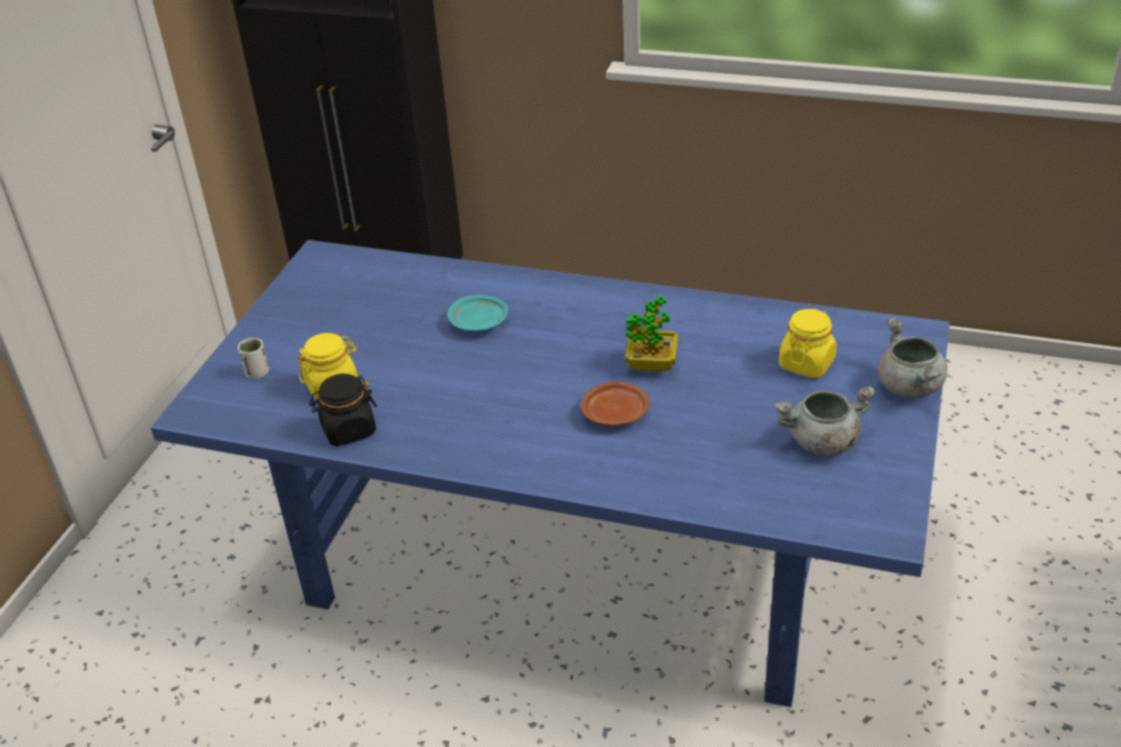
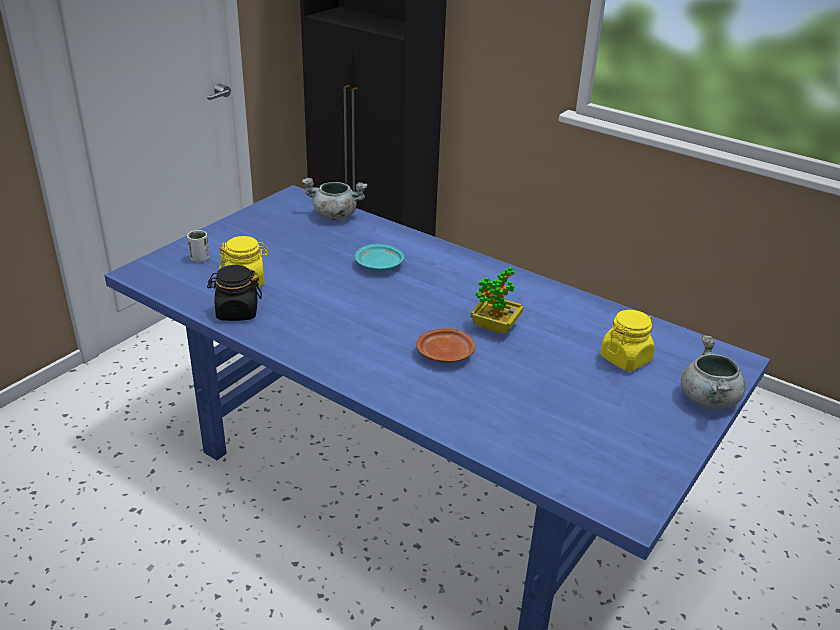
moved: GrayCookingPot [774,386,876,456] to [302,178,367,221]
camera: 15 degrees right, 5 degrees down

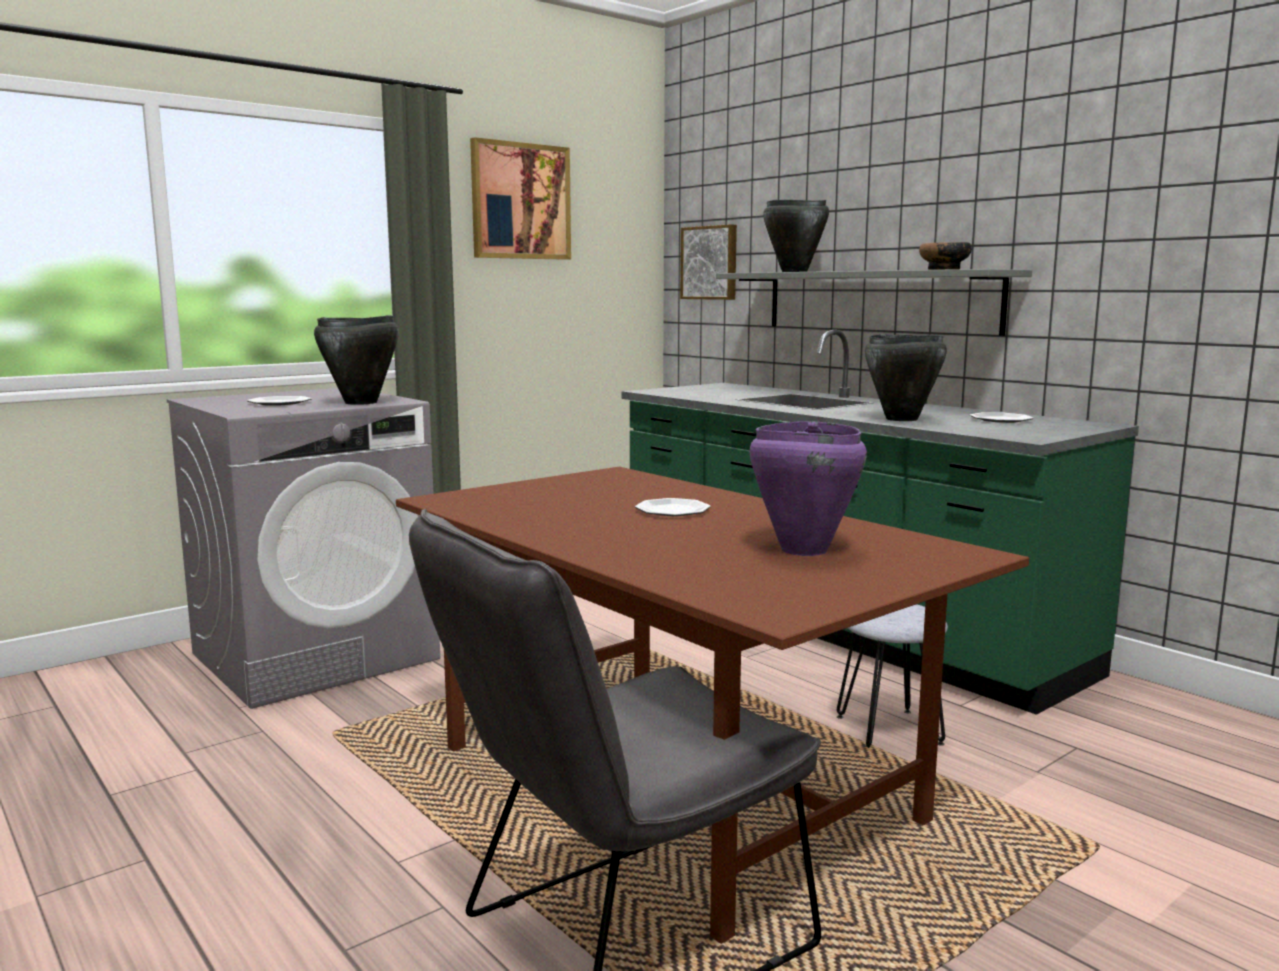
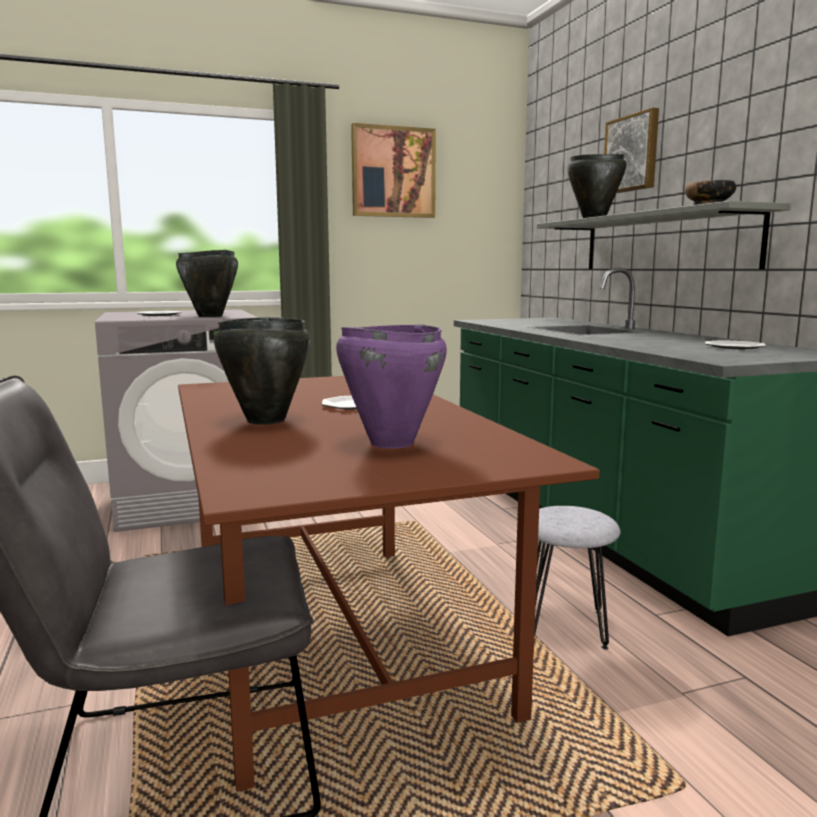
moved: Picture [680,224,737,300] to [604,108,659,193]; BlackCookingPot [865,334,947,421] to [214,317,310,425]
camera: 20 degrees right, 0 degrees up

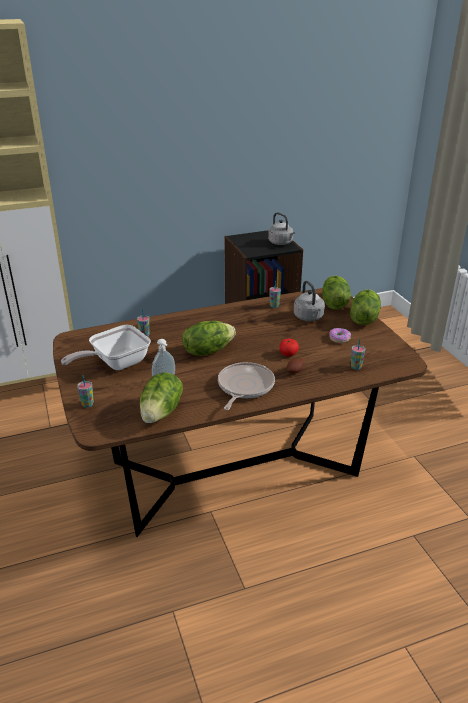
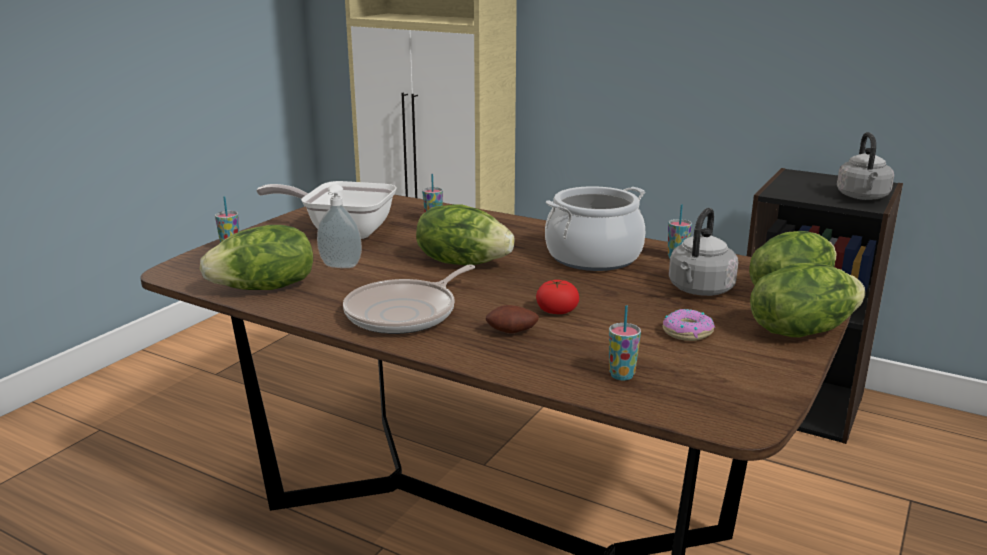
added: CookingPot [545,186,645,271]
turned: Pan [218,362,275,410] = [343,264,475,334] 150 degrees clockwise
camera: 50 degrees right, 10 degrees down

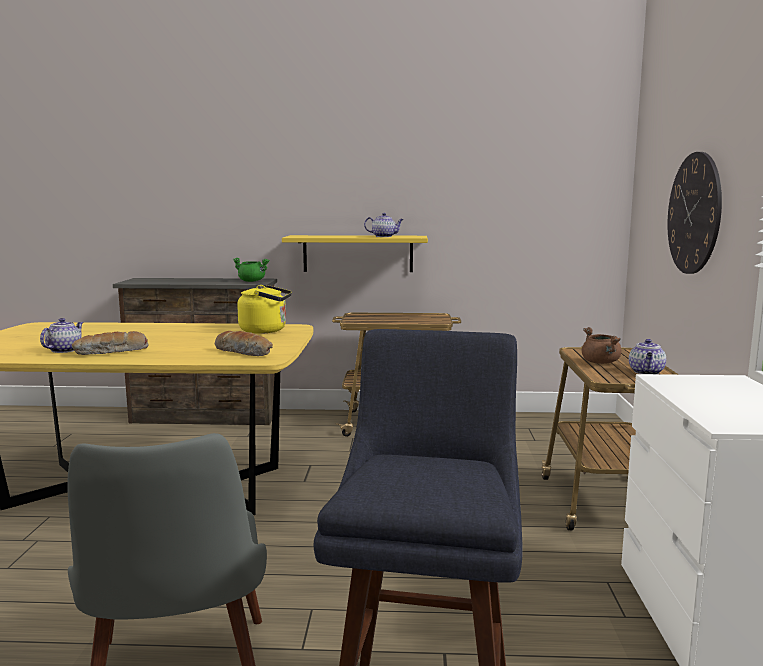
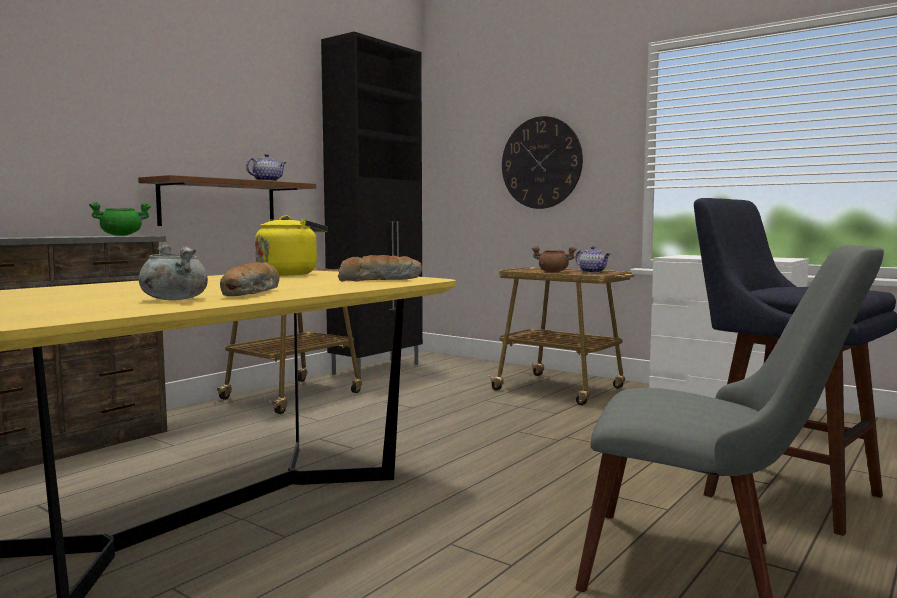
added: BlackCabinet [321,32,423,379]
replaced: Teapot [40,318,83,353] to GrayCookingPot [139,245,208,300]
recoloured: YellowShelf [282,235,428,272] to BrownColouredShelf [138,175,316,226]
camera: 55 degrees left, 5 degrees down

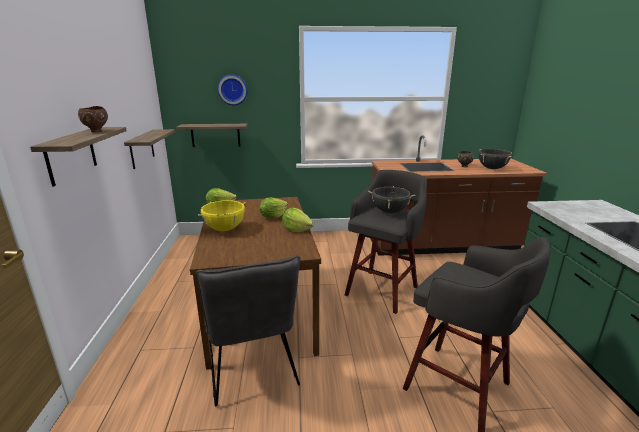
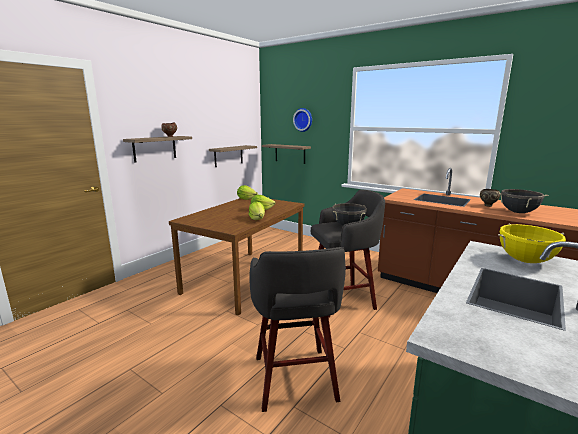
removed: GrayChair [196,255,300,407]
moved: YellowCookingPot [198,200,246,231] to [498,223,566,263]
camera: 40 degrees right, 5 degrees down

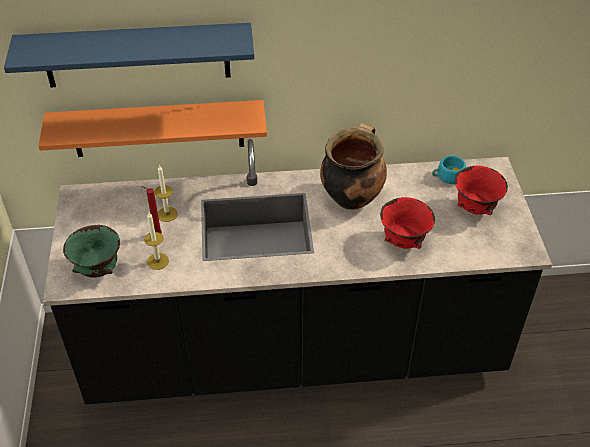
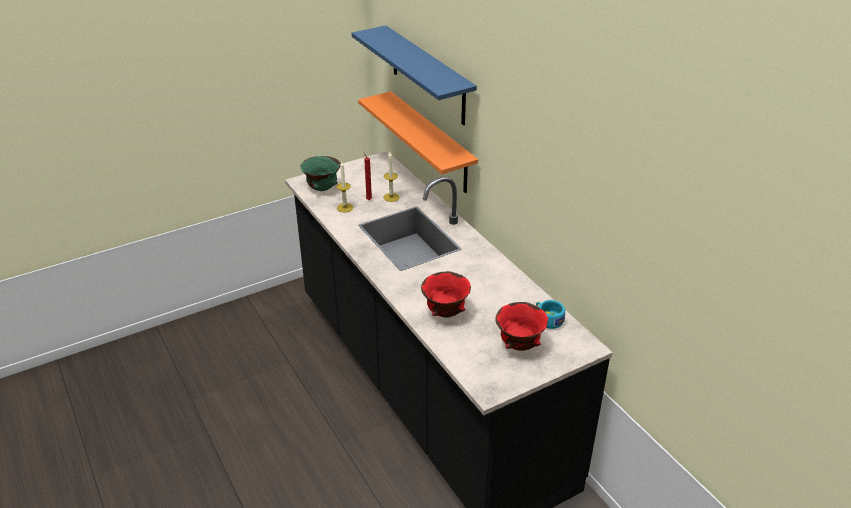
removed: CookingPot [320,123,387,210]
camera: 65 degrees right, 10 degrees down

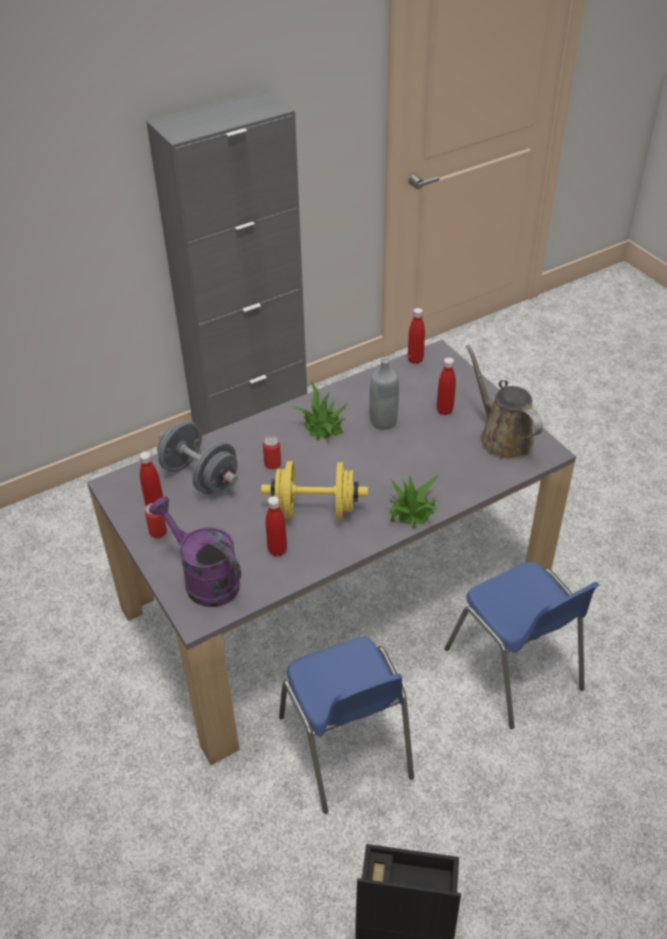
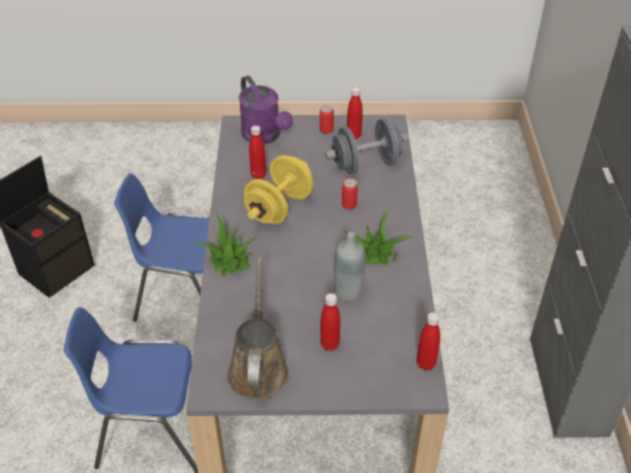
turned: PurpleColouredWateringCan [149,497,241,607] = [239,76,293,144] 75 degrees clockwise; BrownColouredWateringCan [466,344,543,459] = [227,257,289,400] 90 degrees counterclockwise
camera: 120 degrees right, 0 degrees up

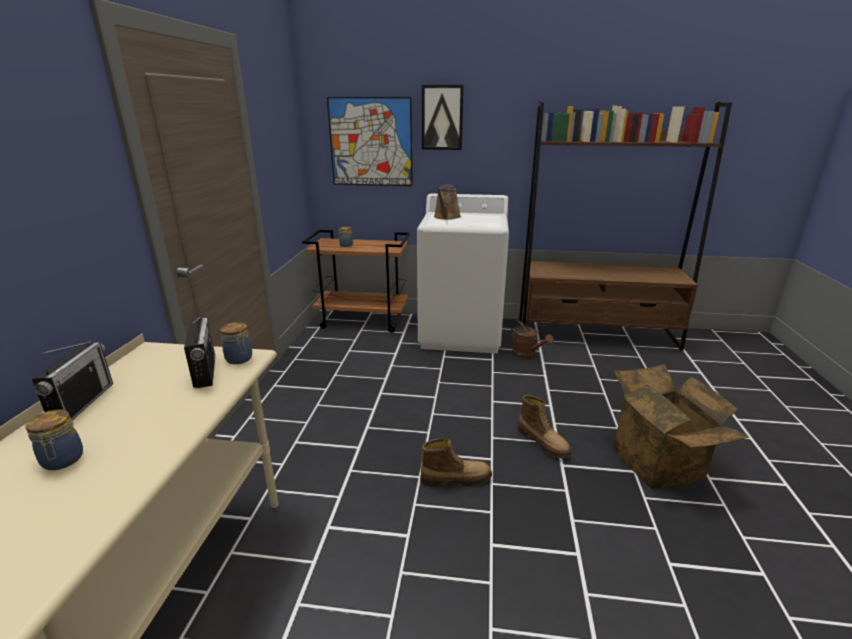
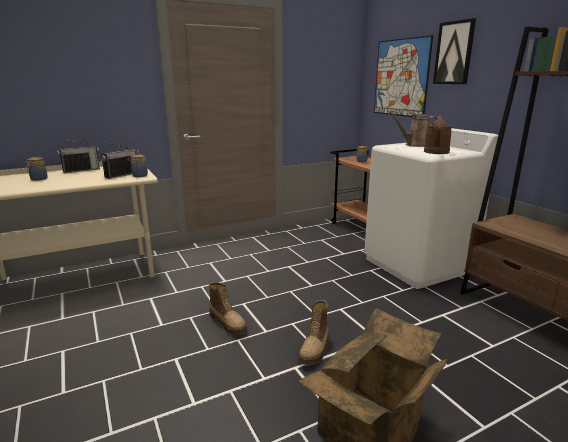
moved: BrownColouredWateringCan [511,320,554,359] to [424,116,452,154]
camera: 55 degrees right, 5 degrees down

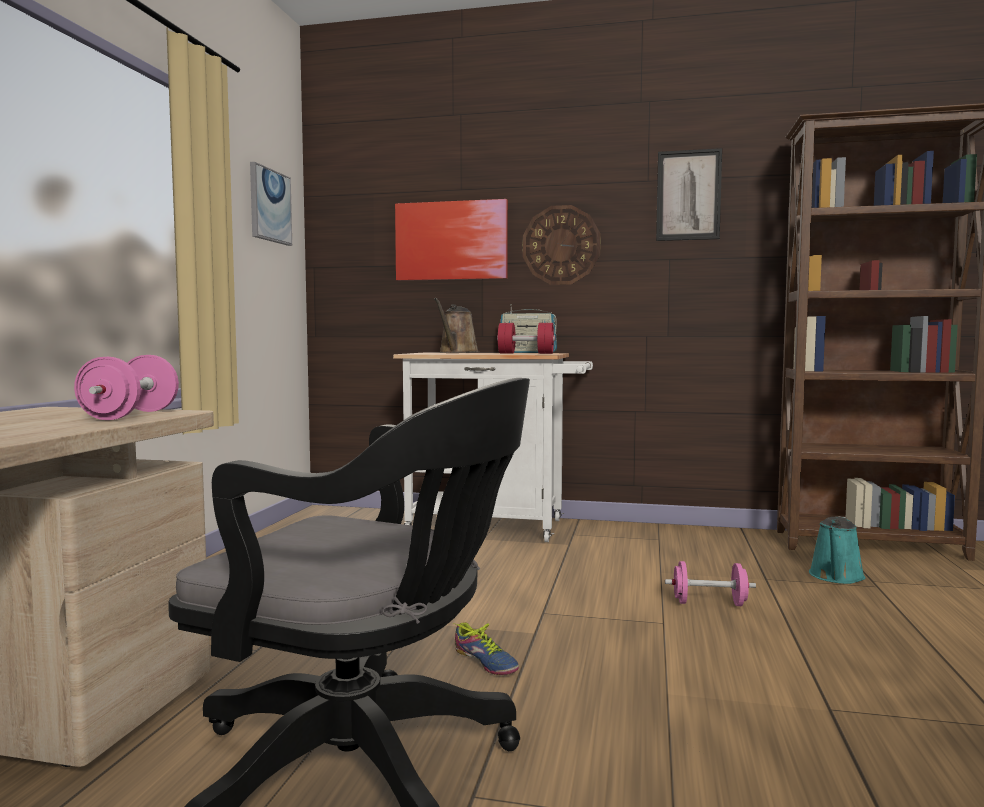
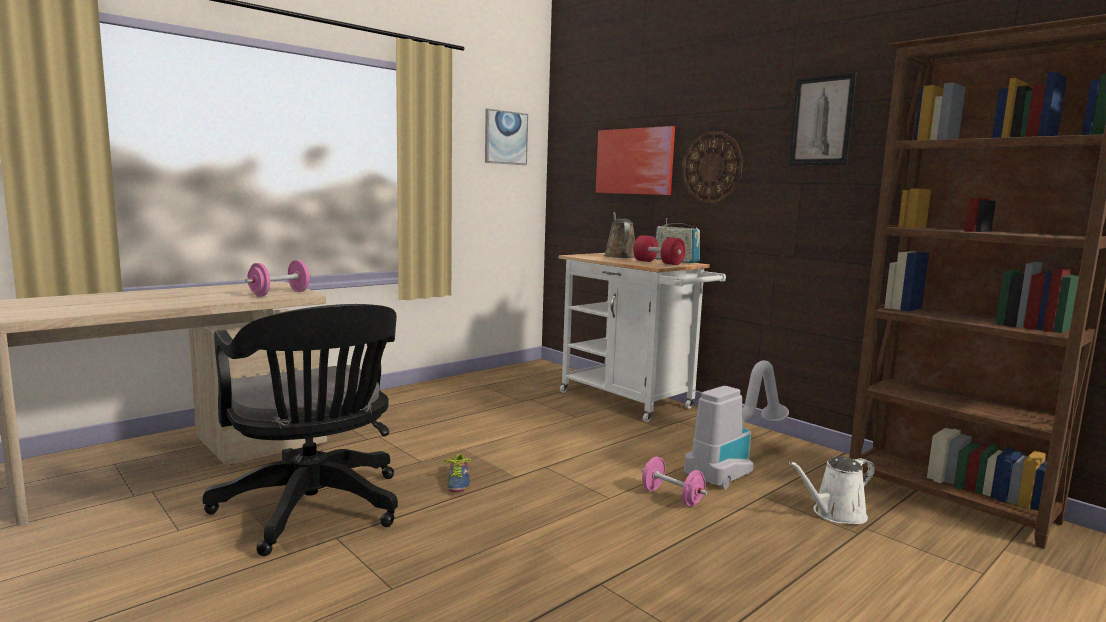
added: Vacuum [684,360,789,489]
recoloured: TurquoiseColouredWateringCan [809,516,865,584] to WhiteWateringCan [789,456,875,524]
turned: BrownColouredWateringCan [434,298,479,353] = [604,212,635,258] 120 degrees clockwise
camera: 35 degrees right, 5 degrees up

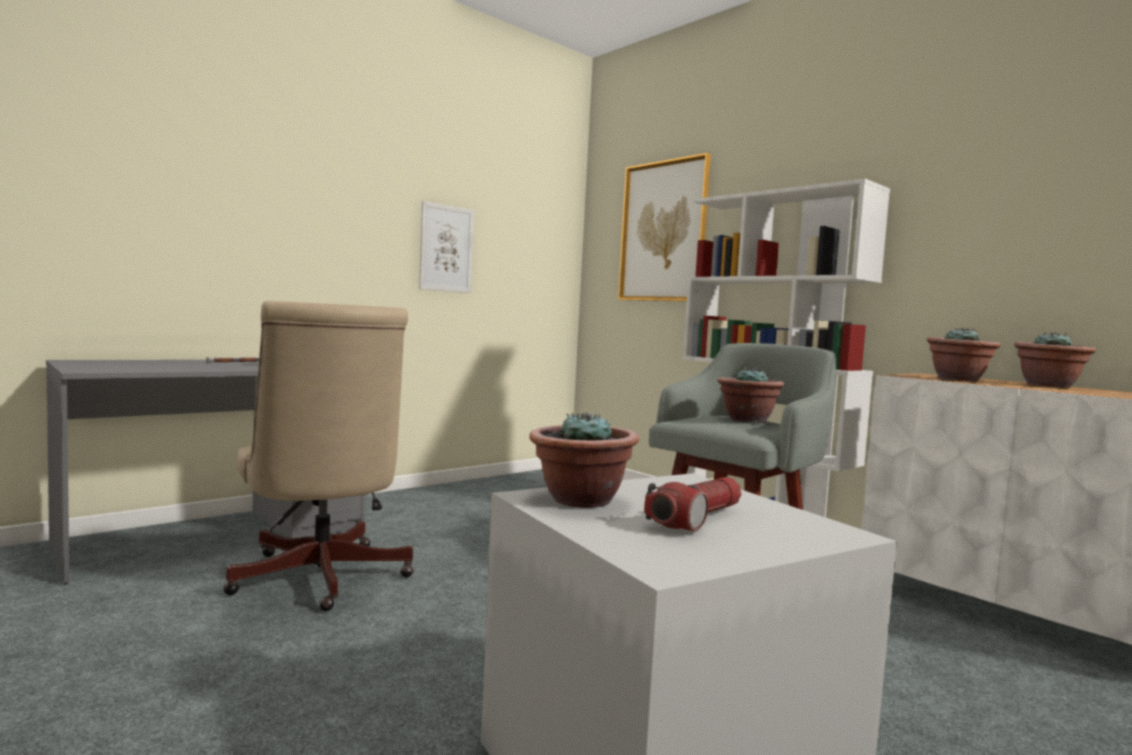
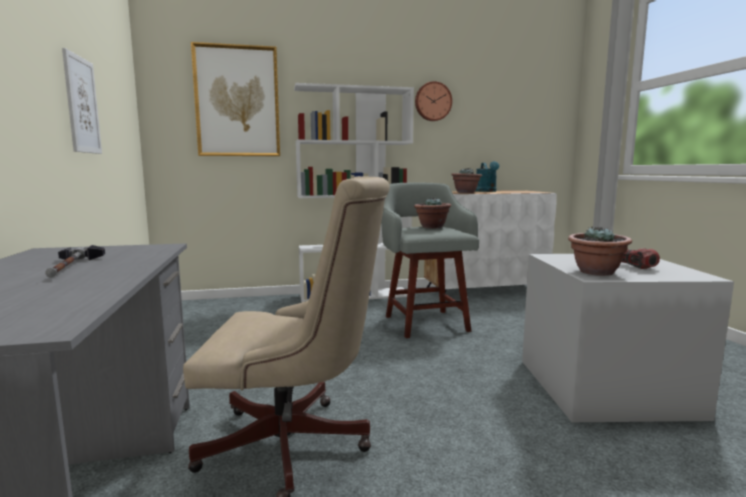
added: HangingClock [415,81,452,121]
replaced: PottedPlant [1014,332,1096,388] to TurquoiseColouredWateringCan [475,161,499,192]
camera: 60 degrees left, 5 degrees up

